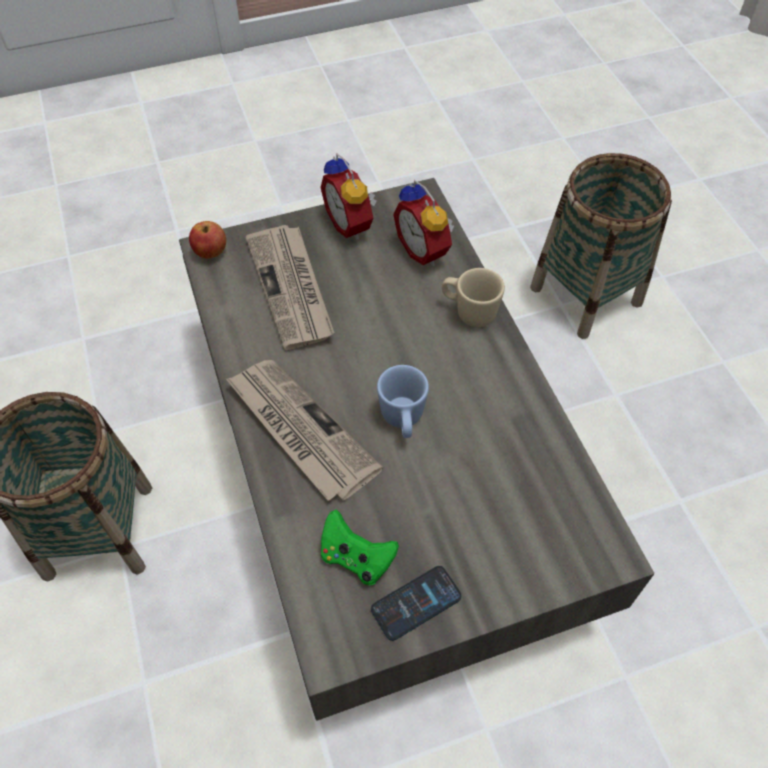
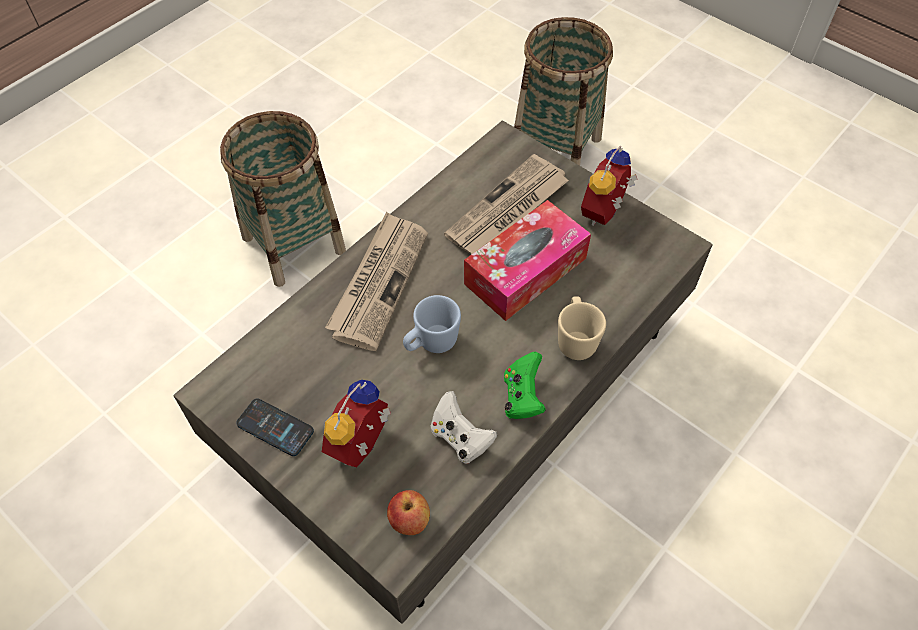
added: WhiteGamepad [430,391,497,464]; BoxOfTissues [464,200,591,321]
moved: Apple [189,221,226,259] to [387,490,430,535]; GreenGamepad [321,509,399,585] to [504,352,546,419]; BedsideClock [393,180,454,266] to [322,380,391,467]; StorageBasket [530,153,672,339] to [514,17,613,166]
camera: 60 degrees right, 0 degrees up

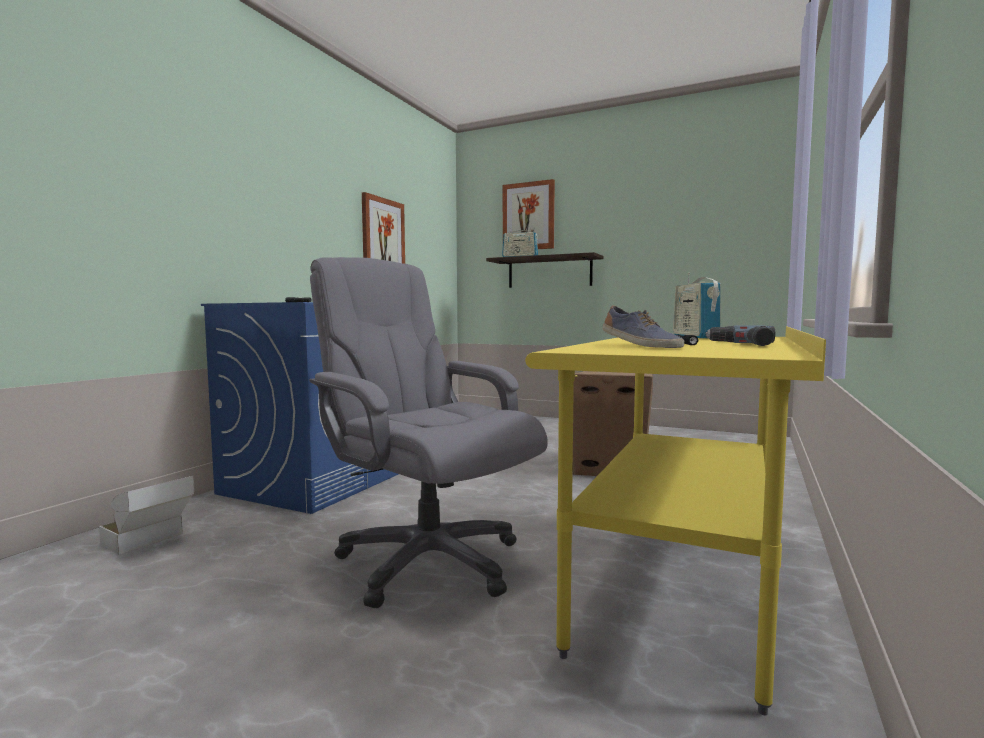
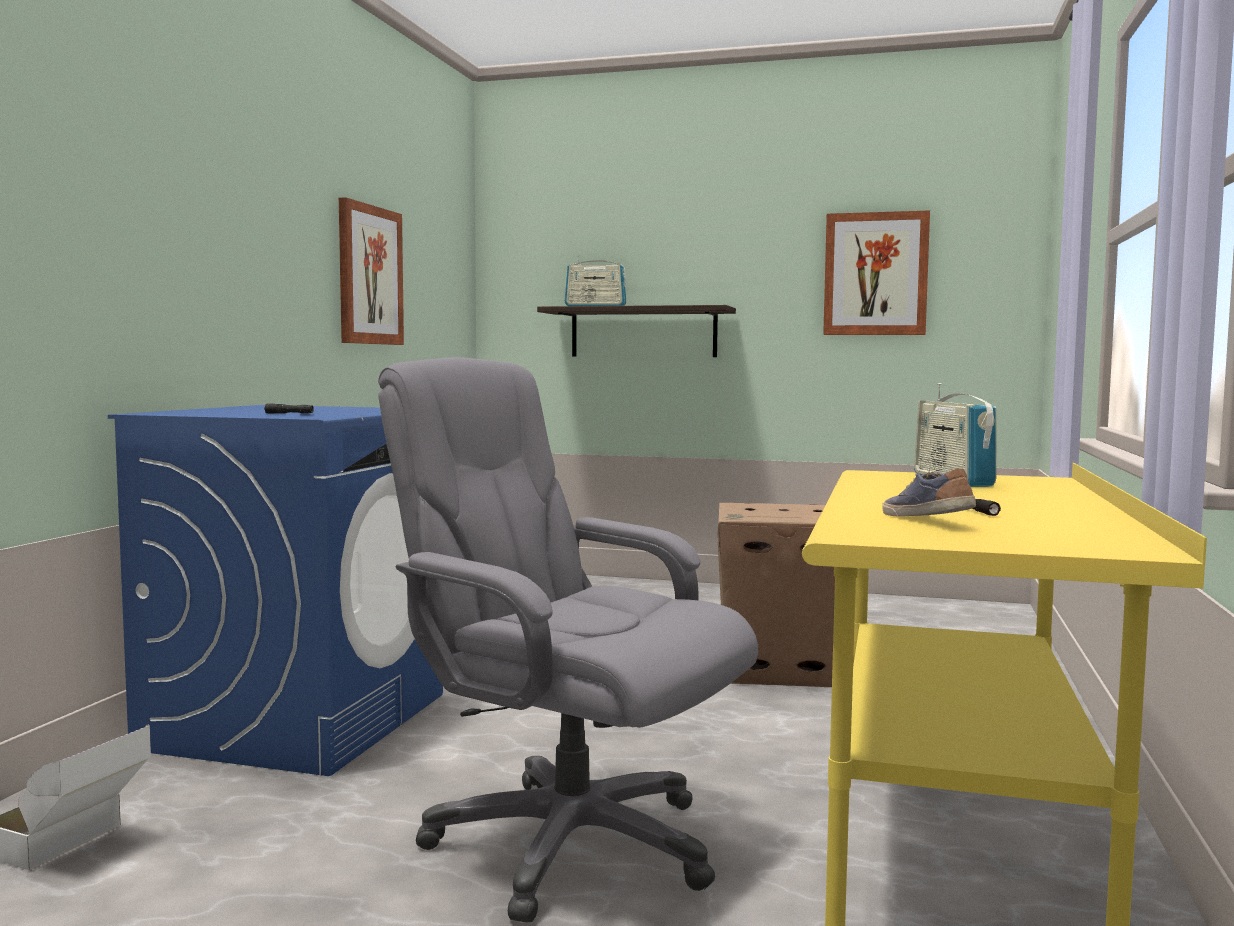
removed: PowerDrill [705,325,775,346]
moved: Picture [503,179,555,249] to [823,210,930,335]
turned: ItemOfFootwear [602,306,684,348] = [883,468,976,517] 150 degrees counterclockwise
camera: 10 degrees left, 0 degrees up

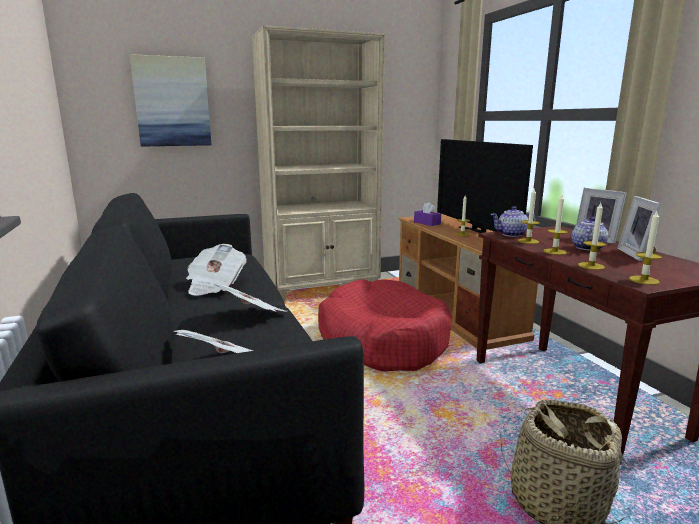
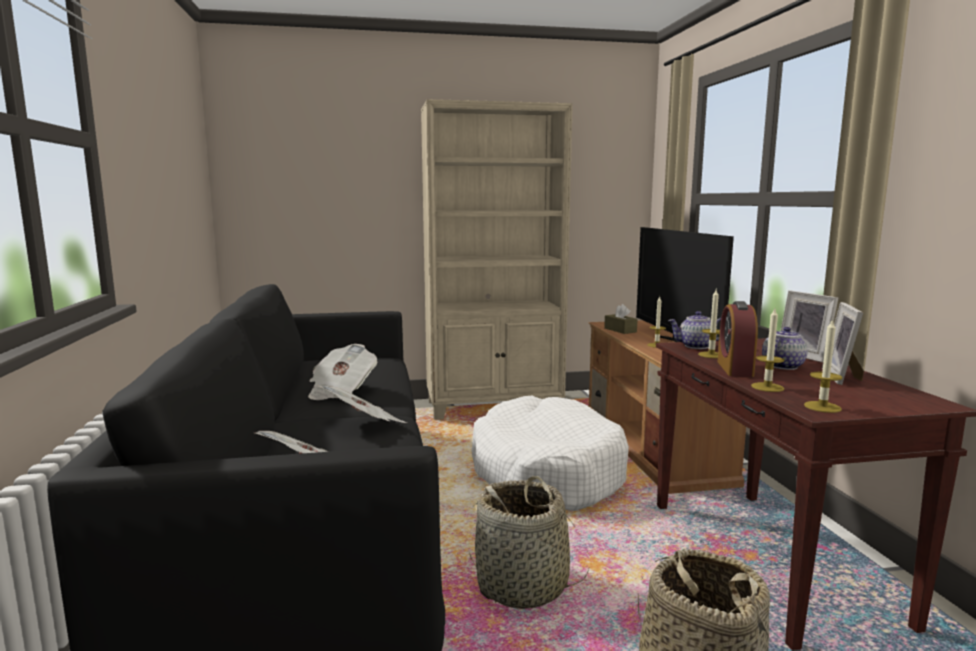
removed: Picture [130,54,212,147]
added: StorageBasket [469,476,589,609]
replaced: WaxLight [543,194,568,255] to BedsideClock [718,301,758,377]
recoloured: RedColouredDogBed [318,279,452,371] to WhiteDogBed [472,396,629,511]; PurpleColouredBoxOfTissues [414,202,441,226] to BrownColouredBoxOfTissues [604,304,638,334]
camera: 10 degrees right, 5 degrees down

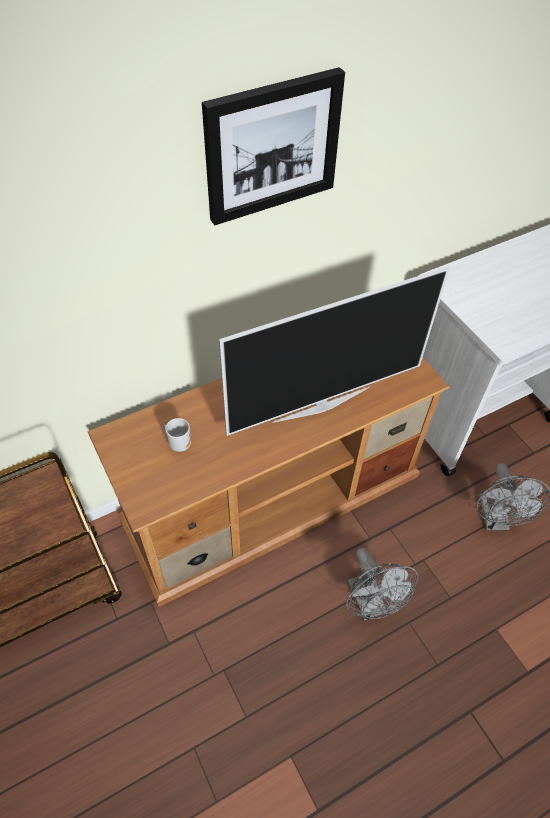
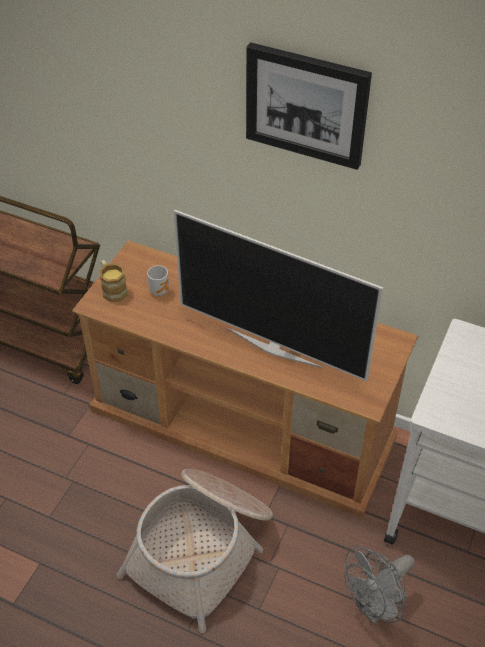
added: CoffeeMug [99,260,128,302]
replaced: GrayFan [346,548,418,621] to StorageBasket [117,469,273,633]
camera: 55 degrees right, 5 degrees down

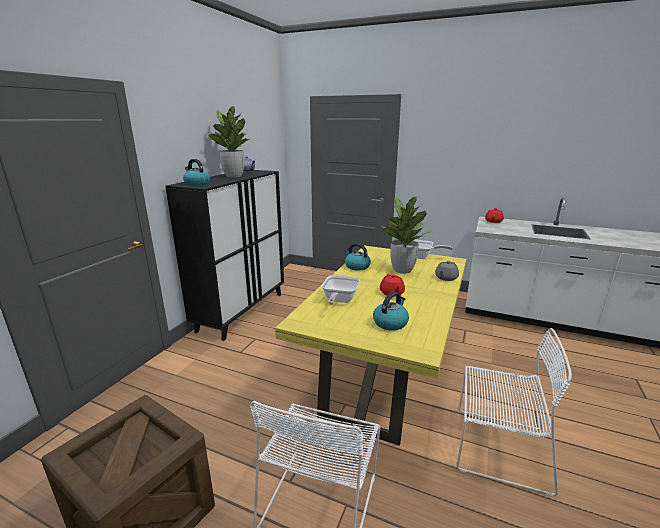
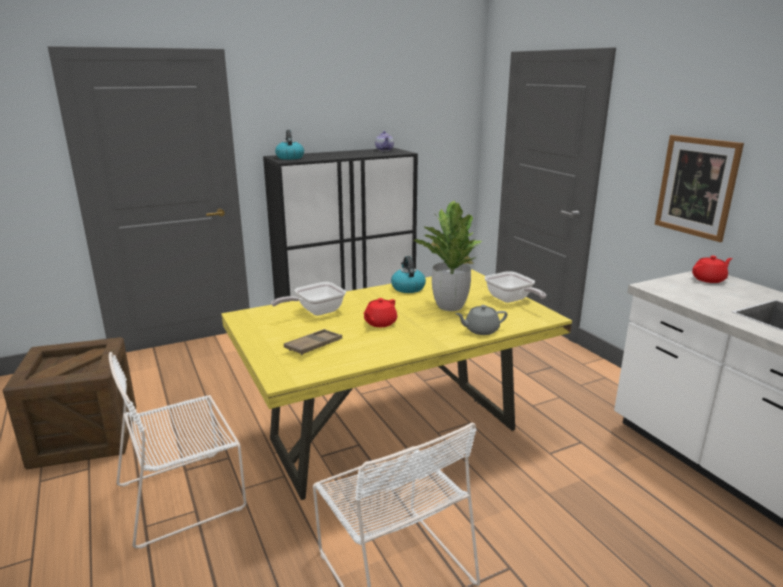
removed: PottedPlant [208,106,249,178]
added: Picture [655,135,744,242]
replaced: Kettle [373,292,409,331] to BrownColouredServingTray [284,329,342,355]
camera: 40 degrees right, 0 degrees up

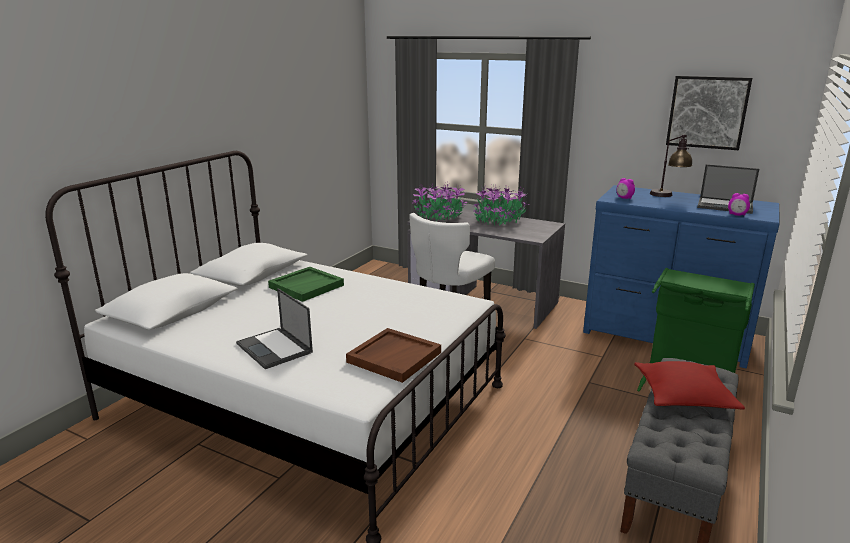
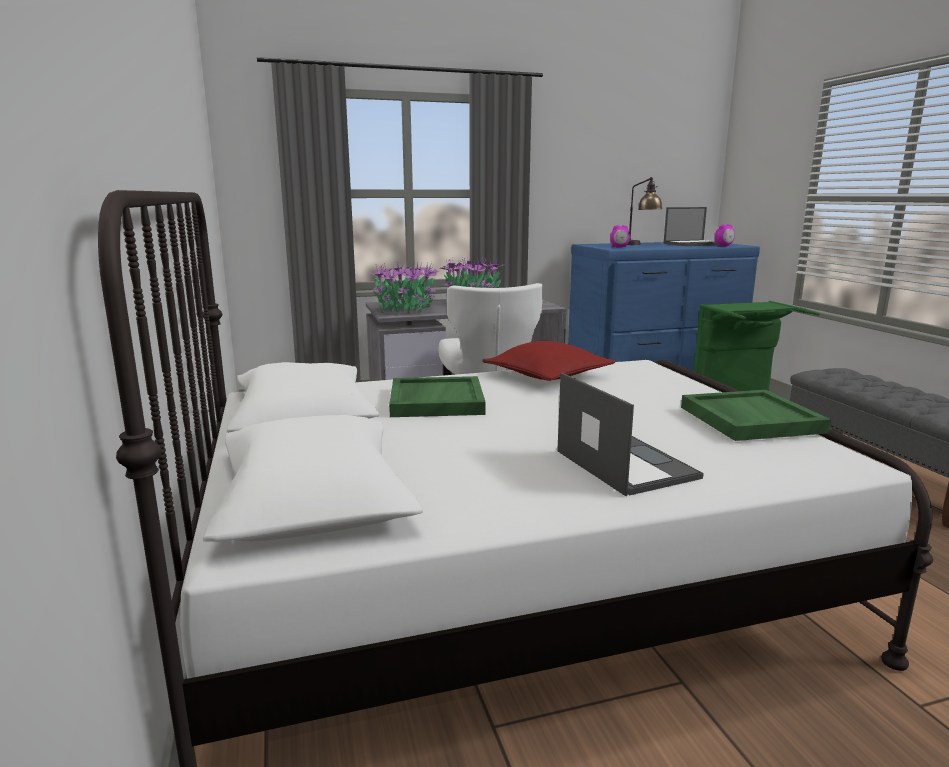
removed: Picture [666,76,752,150]
moved: RedColouredPillow [634,361,745,410] to [482,341,616,381]
recoloured: BrownColouredServingTray [346,328,441,383] to GreenServingTray [681,390,831,441]
turned: PortableComputer [236,288,313,369] = [557,373,704,496] 120 degrees counterclockwise
camera: 45 degrees left, 5 degrees down

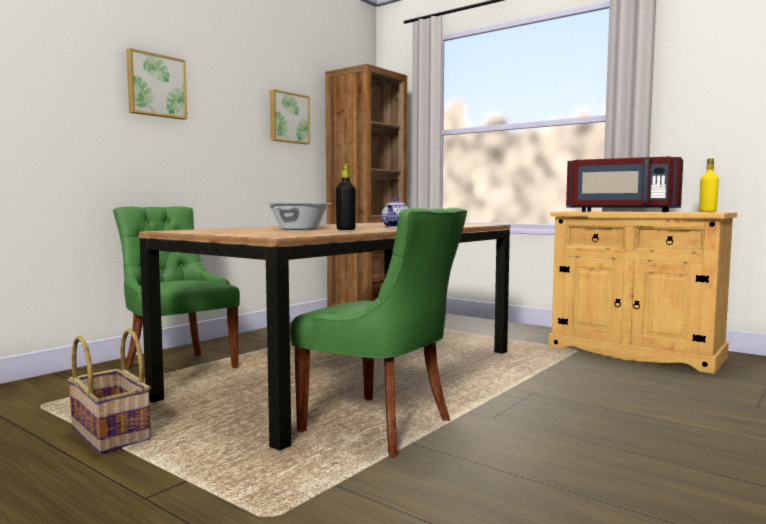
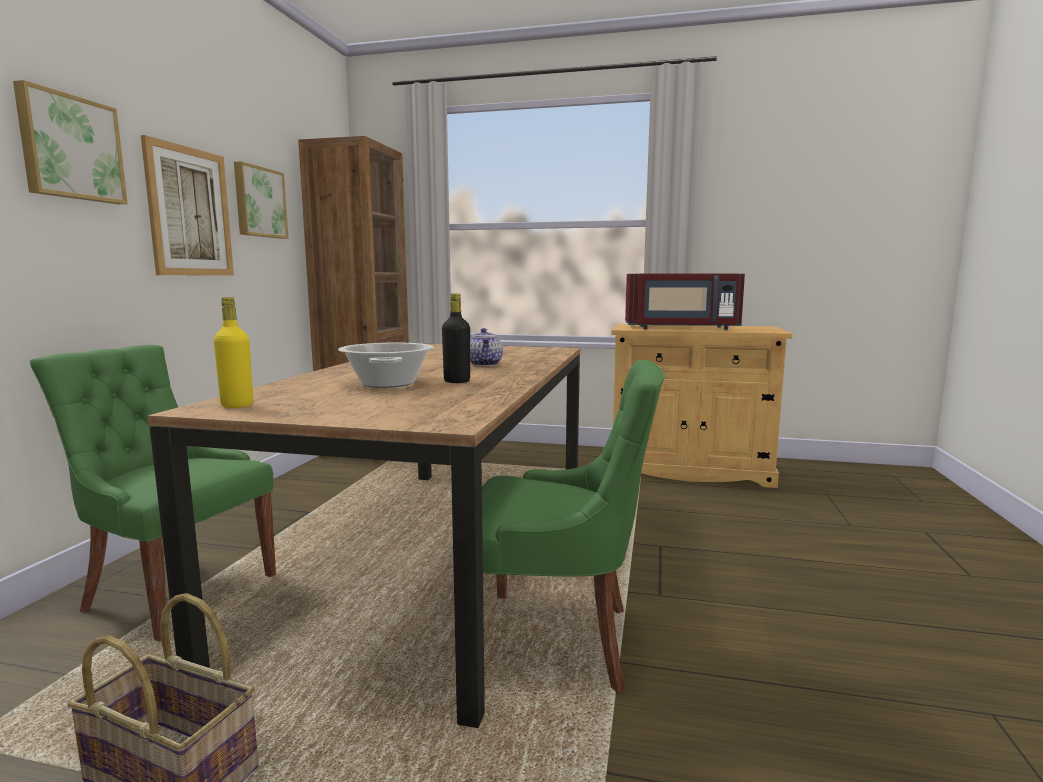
added: Picture [141,135,234,276]
moved: YellowBeverageBottle [699,159,719,212] to [213,297,253,408]
camera: 25 degrees left, 5 degrees up

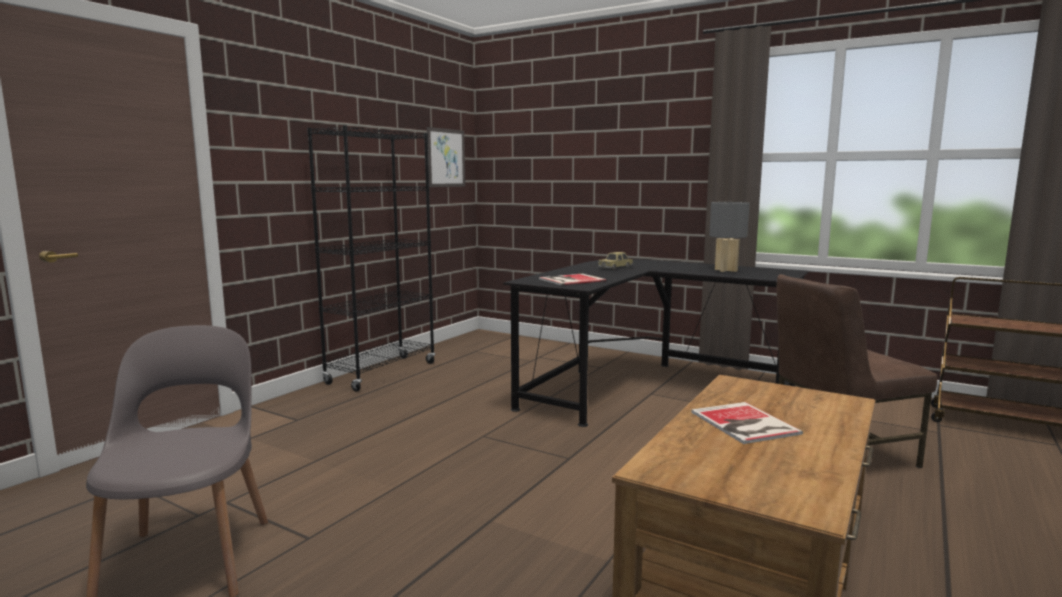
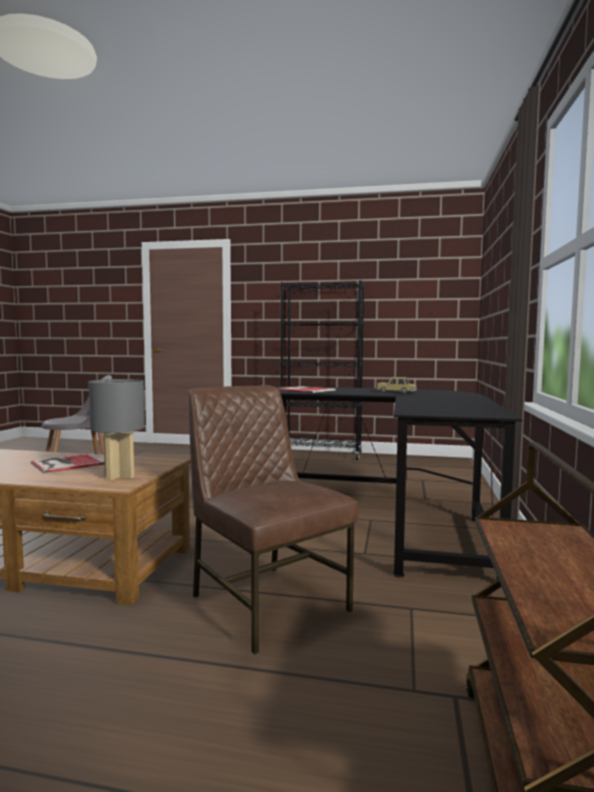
removed: Picture [427,127,465,187]
moved: GrayTabletopLamp [709,202,749,272] to [89,379,145,481]
camera: 70 degrees right, 5 degrees down

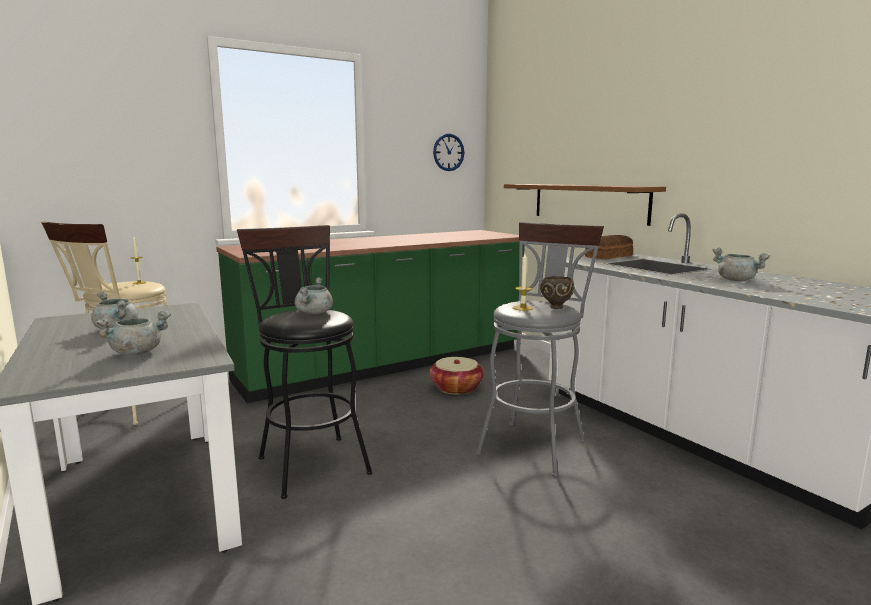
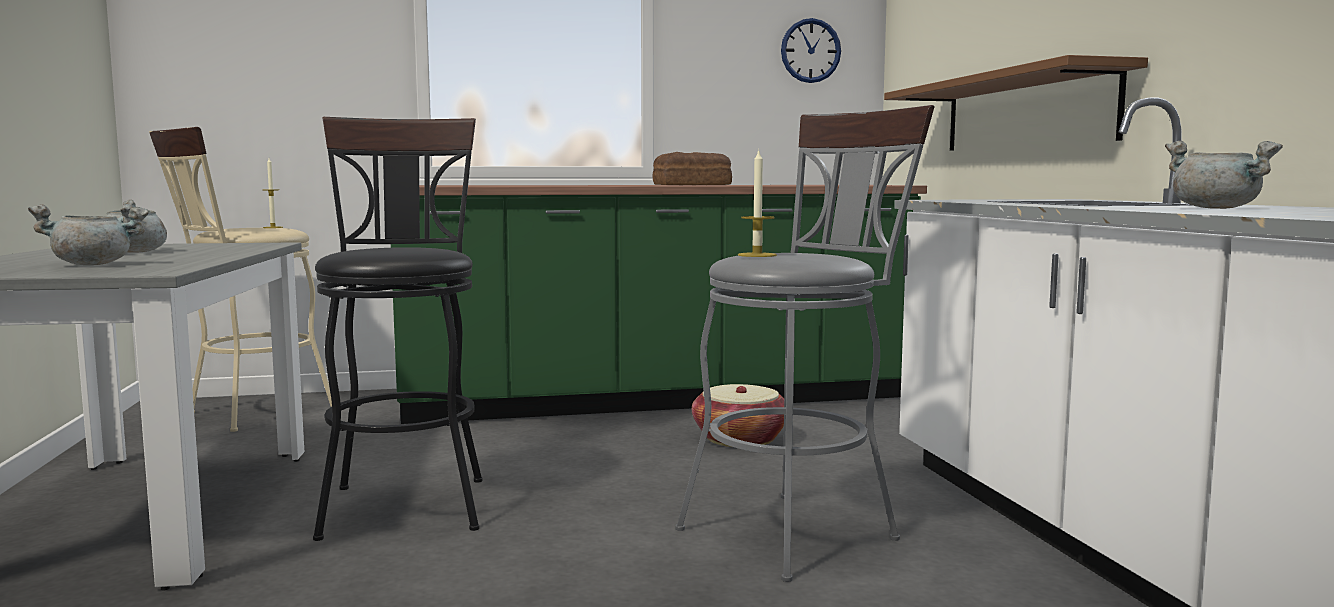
removed: GrayCookingPot [295,278,333,314]; BrownColouredServingBowl [540,276,574,309]
moved: BakeryBread [585,235,633,260] to [652,152,732,185]
camera: 20 degrees right, 5 degrees down

